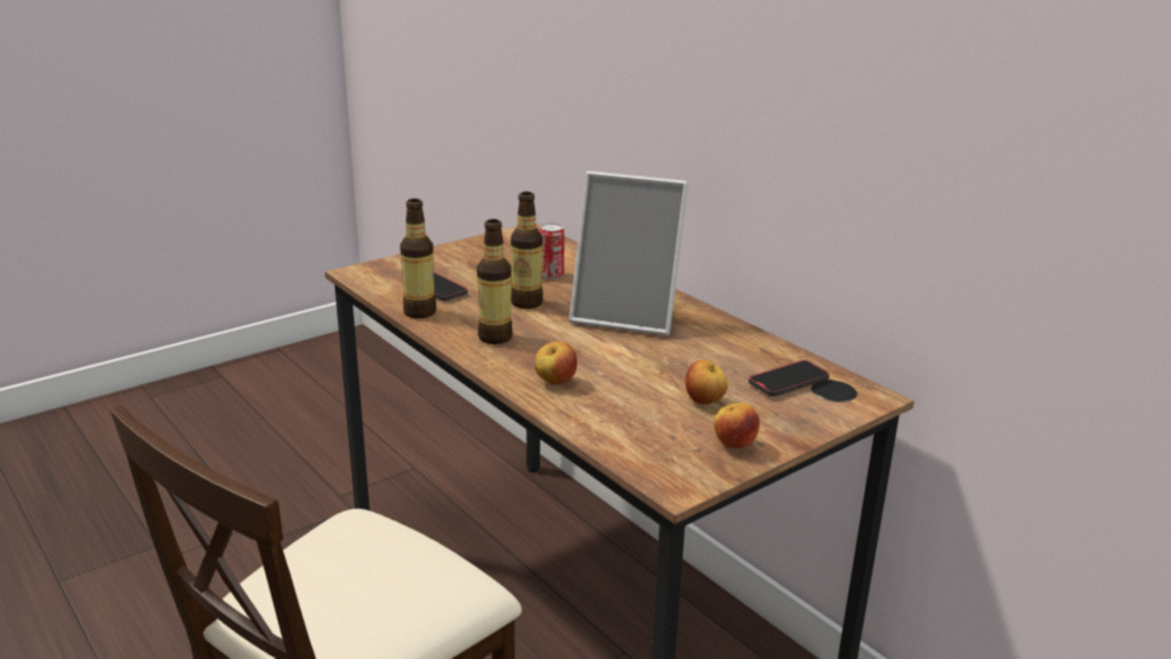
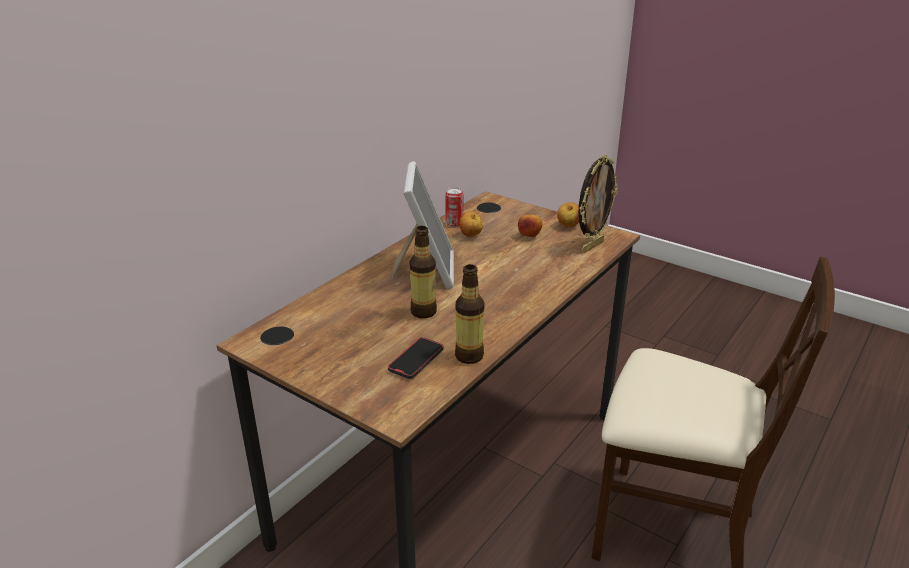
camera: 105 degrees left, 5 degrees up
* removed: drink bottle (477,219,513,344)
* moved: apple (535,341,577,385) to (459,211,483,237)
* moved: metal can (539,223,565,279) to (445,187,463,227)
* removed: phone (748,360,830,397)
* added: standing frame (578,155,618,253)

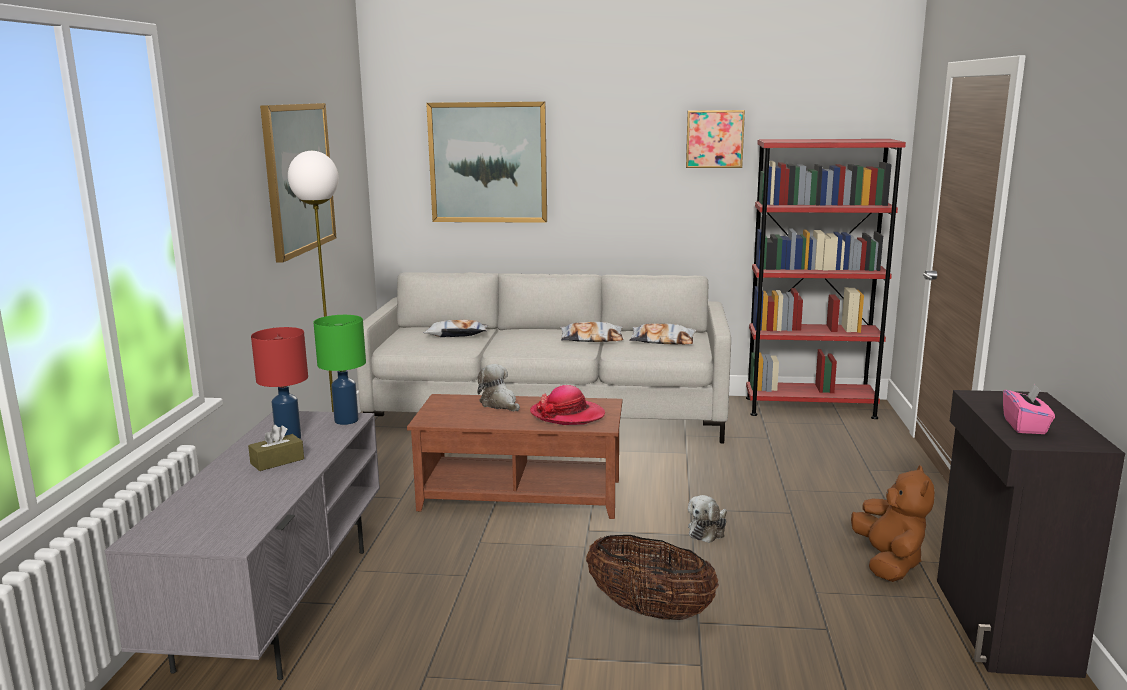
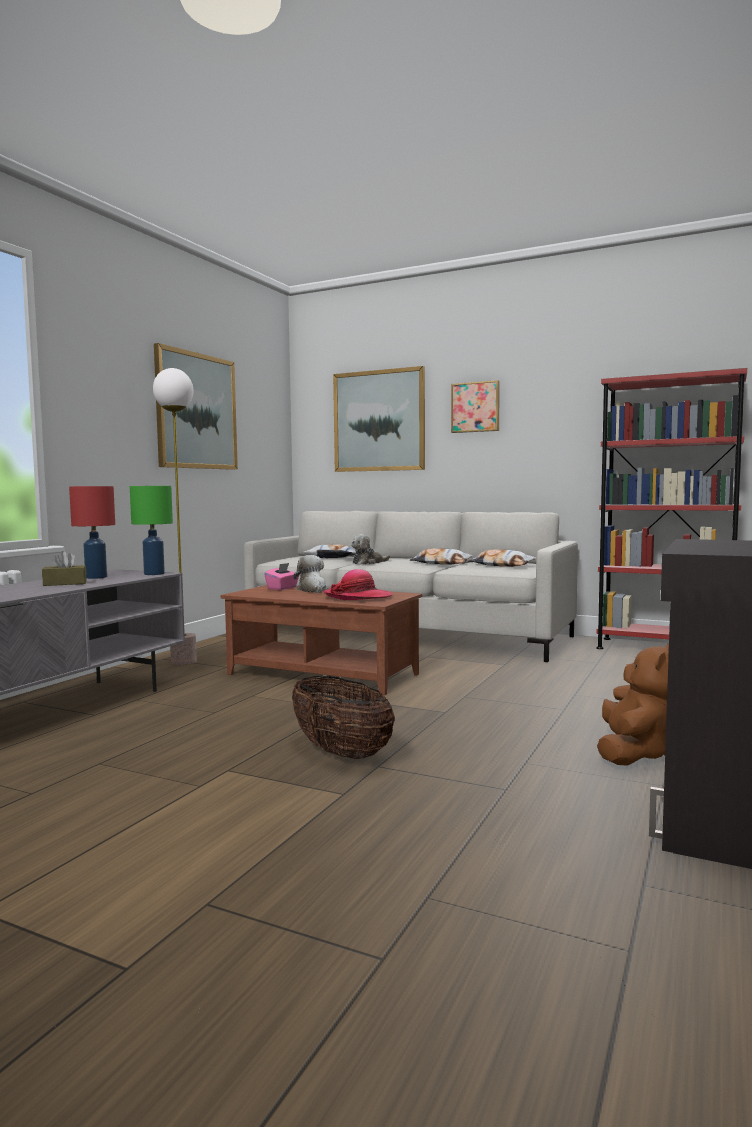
camera: 20 degrees right, 10 degrees down
* moved: wall art (686,110,745,168) to (451,380,500,433)
* moved: soft toy (688,495,727,543) to (351,534,390,565)
* moved: pink tissue holder (1003,383,1055,434) to (264,563,299,590)

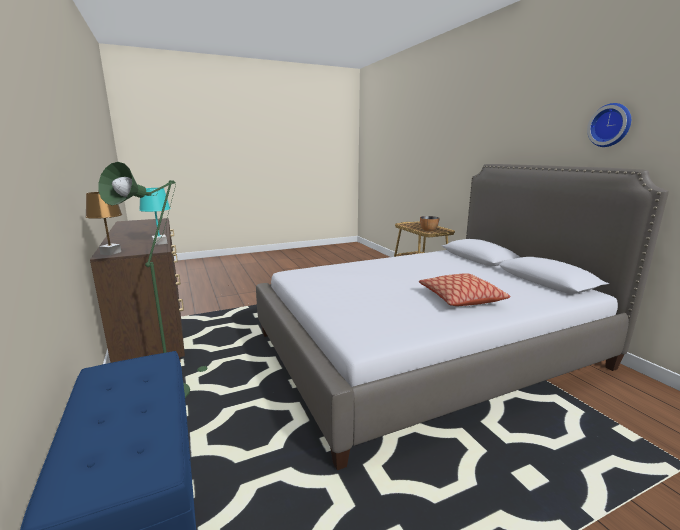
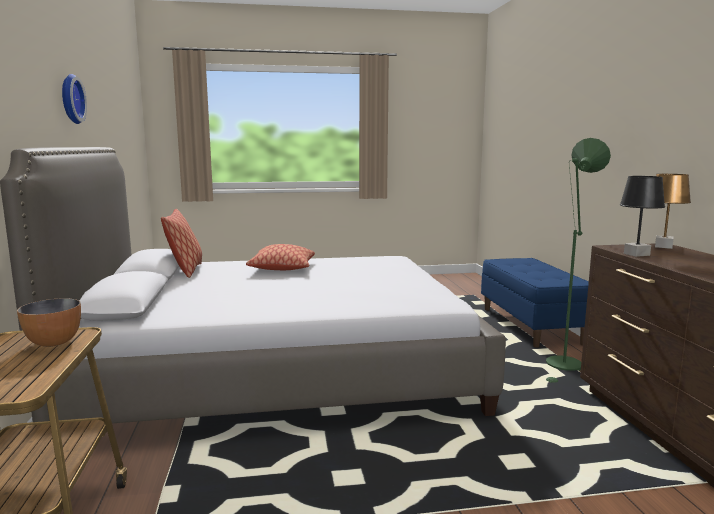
camera: 165 degrees left, 5 degrees down
* recoloured: blue-green tabletop lamp (139,188,171,245) to blackish tabletop lamp (620,176,665,257)
* added: pillow (161,209,202,278)

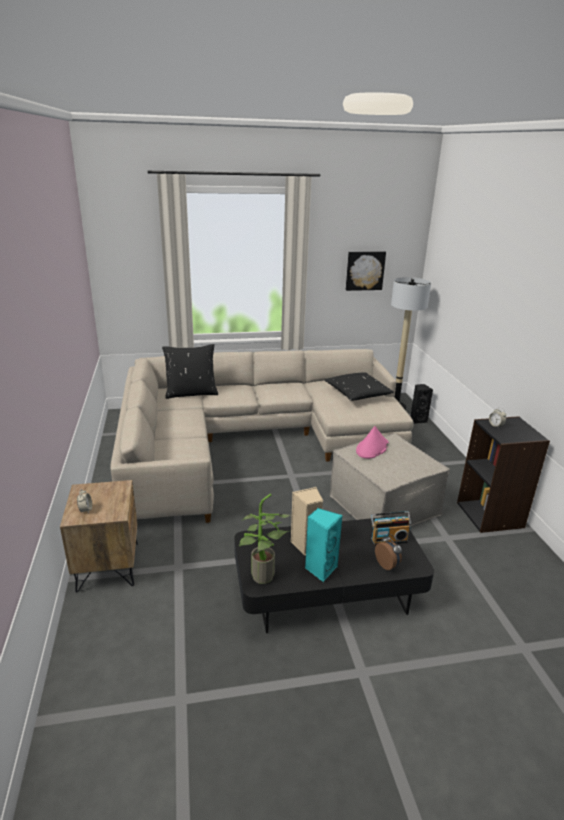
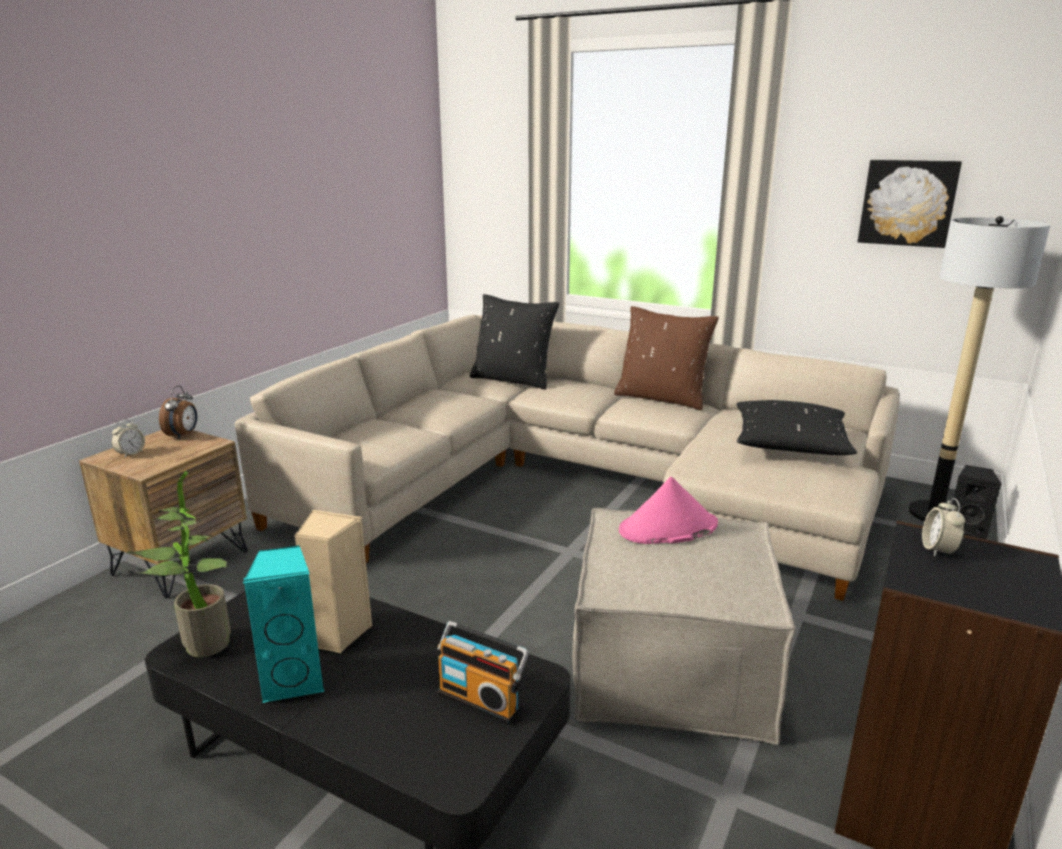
camera: 40 degrees right, 5 degrees down
* moved: table clock (375,534,402,570) to (159,386,197,439)
* added: brownish pillow (614,306,719,410)

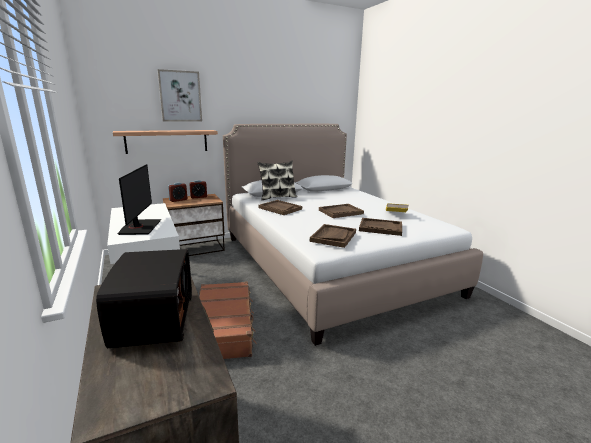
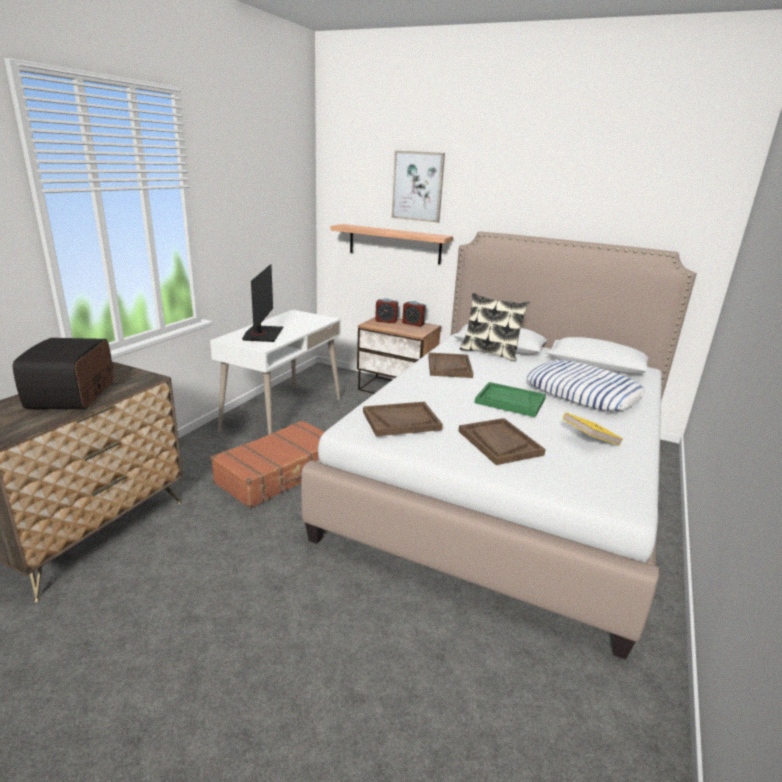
camera: 50 degrees right, 5 degrees up
* turned: radio set (96,249,192,348) = (13,338,113,409) 135 degrees clockwise
* turned: computer screen (117,164,161,235) = (242,264,283,342) 45 degrees counterclockwise
* recoloured: brownish carrying tray (319,204,364,218) to green carrying tray (475,382,546,417)
* added: pillow (526,360,645,411)

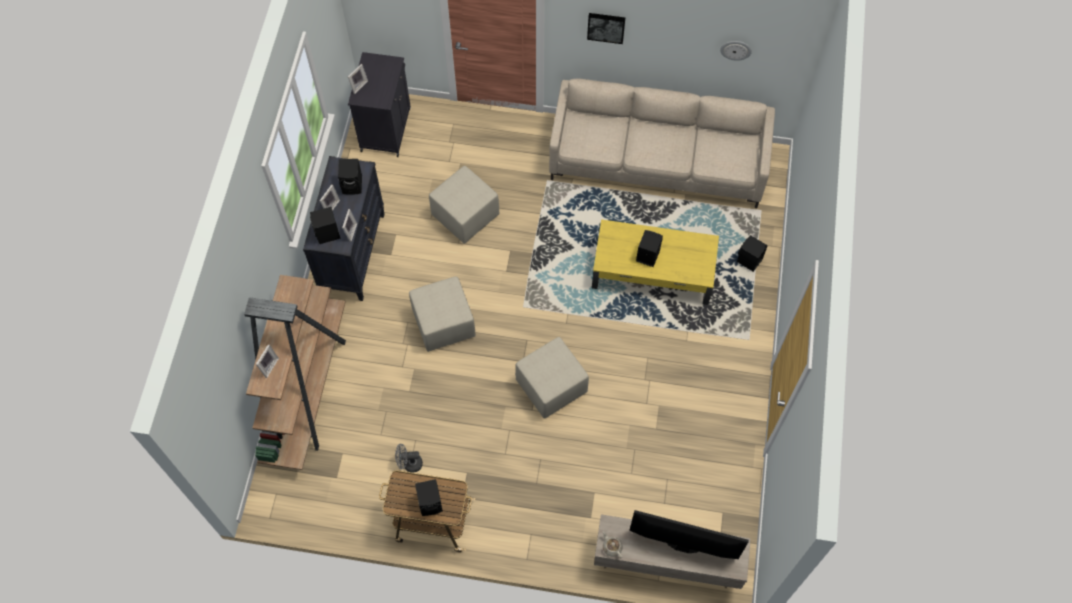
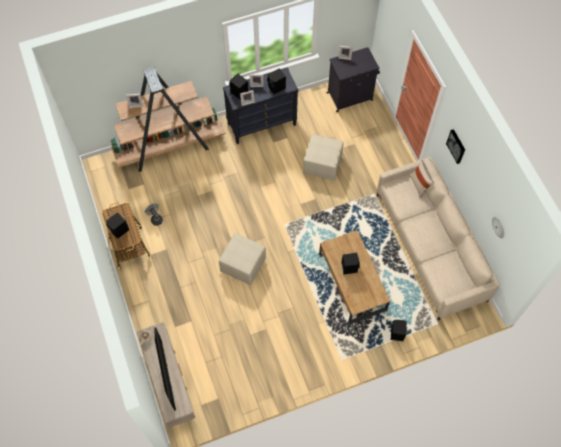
camera: 60 degrees right, 0 degrees up
* removed: beige-coloured footrest (409,277,476,352)
* recoloured: yellowish low table (592,219,719,305) to brownish low table (319,230,390,324)
* added: beige-coloured pillow (409,160,434,198)

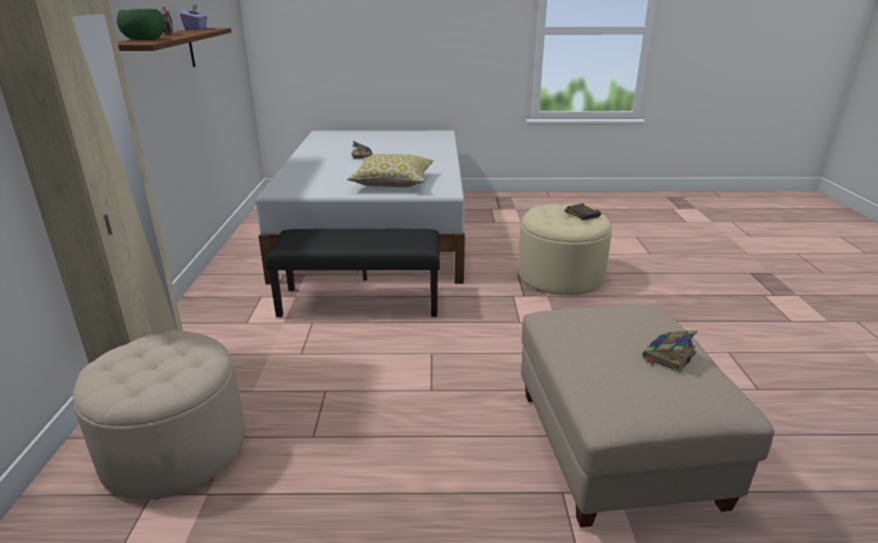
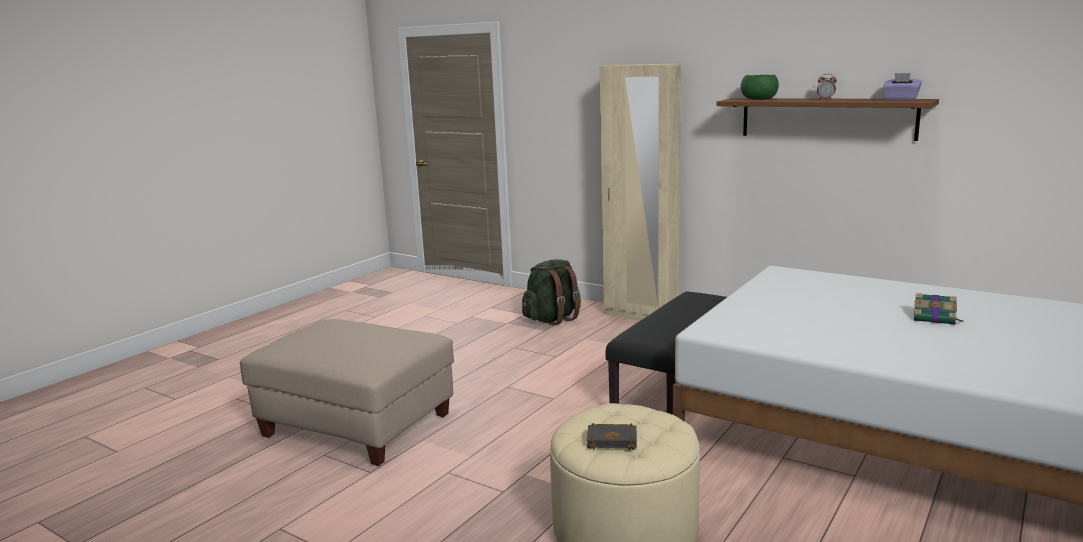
camera: 125 degrees right, 10 degrees down
* replaced: beige-coloured footrest (73,330,245,500) to green rucksack (522,259,581,326)
* removed: pillow (347,154,433,187)
* removed: volume (643,330,698,373)

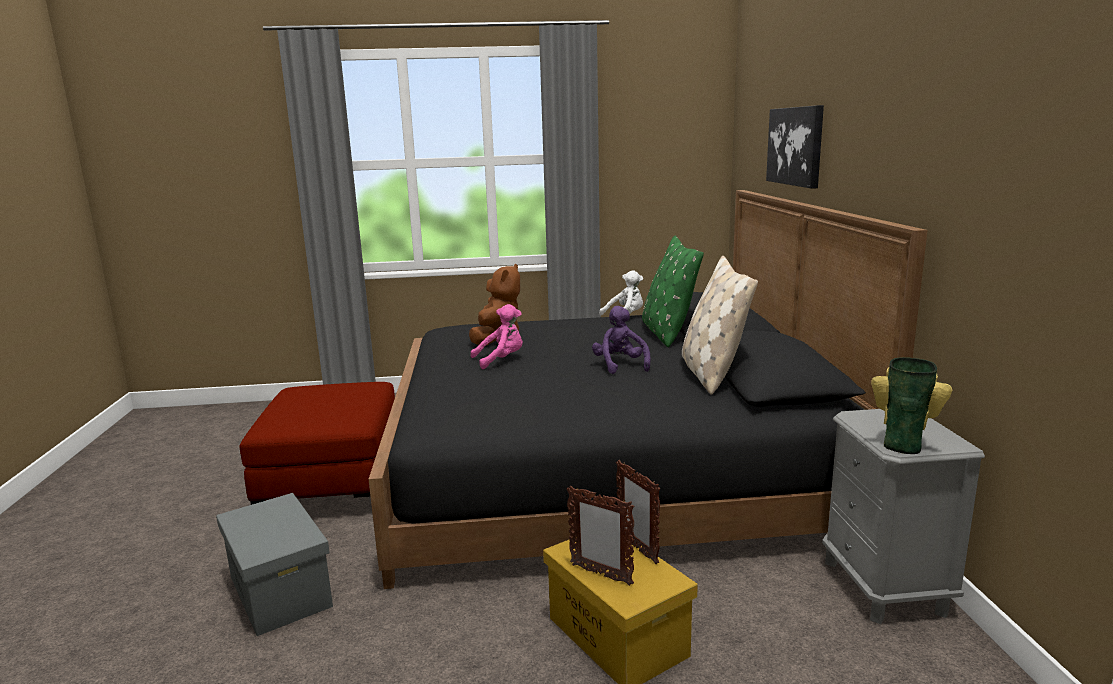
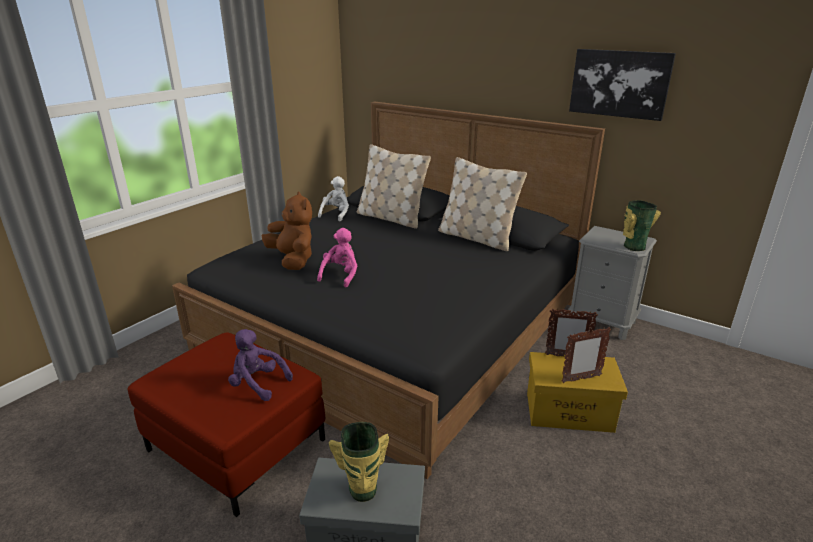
camera: 50 degrees left, 10 degrees up
* moved: purplish soft toy (592,306,651,374) to (228,329,293,401)
* recoloured: green pillow (642,235,704,347) to beige-coloured pillow (357,144,431,229)
* moved: wall art (766,105,824,189) to (569,49,676,121)
* added: vase (329,422,389,502)

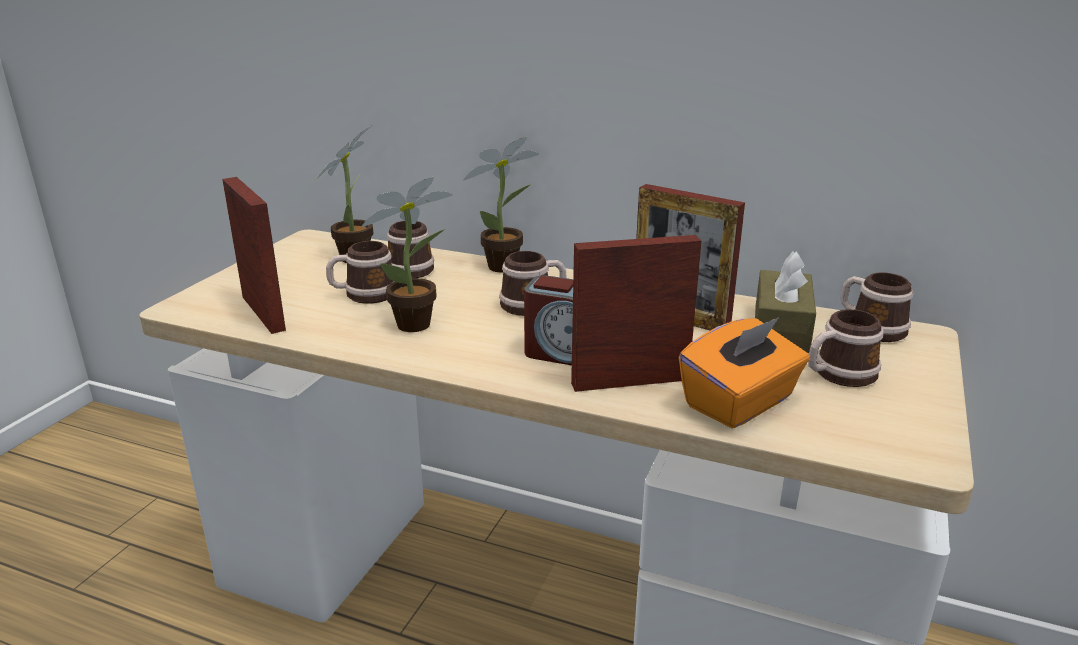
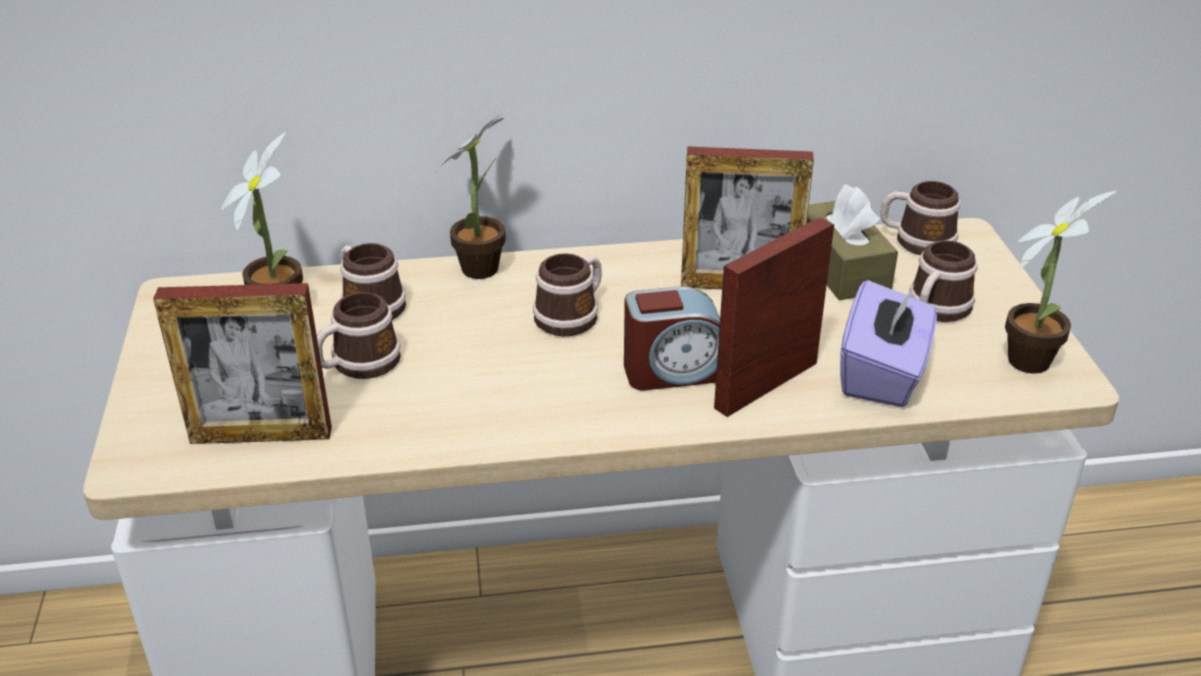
camera: 30 degrees left, 10 degrees up
* turned: standing frame (222,177,286,334) = (153,283,332,444) 150 degrees clockwise
* moved: potted plant (362,177,453,332) to (1005,191,1117,374)
* recoloured: orangey tissue holder (679,317,810,428) to purplish tissue holder (840,280,937,407)

